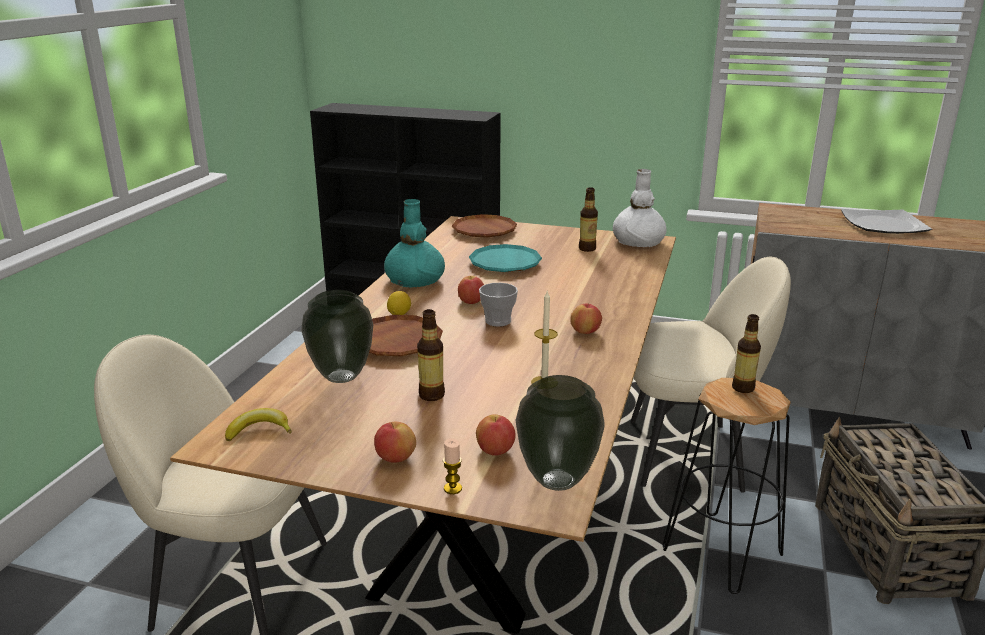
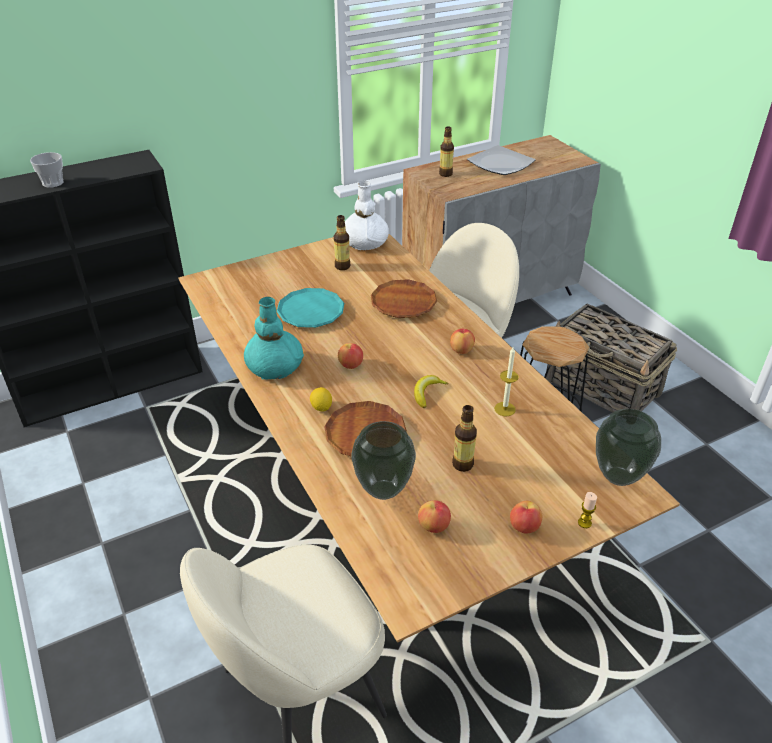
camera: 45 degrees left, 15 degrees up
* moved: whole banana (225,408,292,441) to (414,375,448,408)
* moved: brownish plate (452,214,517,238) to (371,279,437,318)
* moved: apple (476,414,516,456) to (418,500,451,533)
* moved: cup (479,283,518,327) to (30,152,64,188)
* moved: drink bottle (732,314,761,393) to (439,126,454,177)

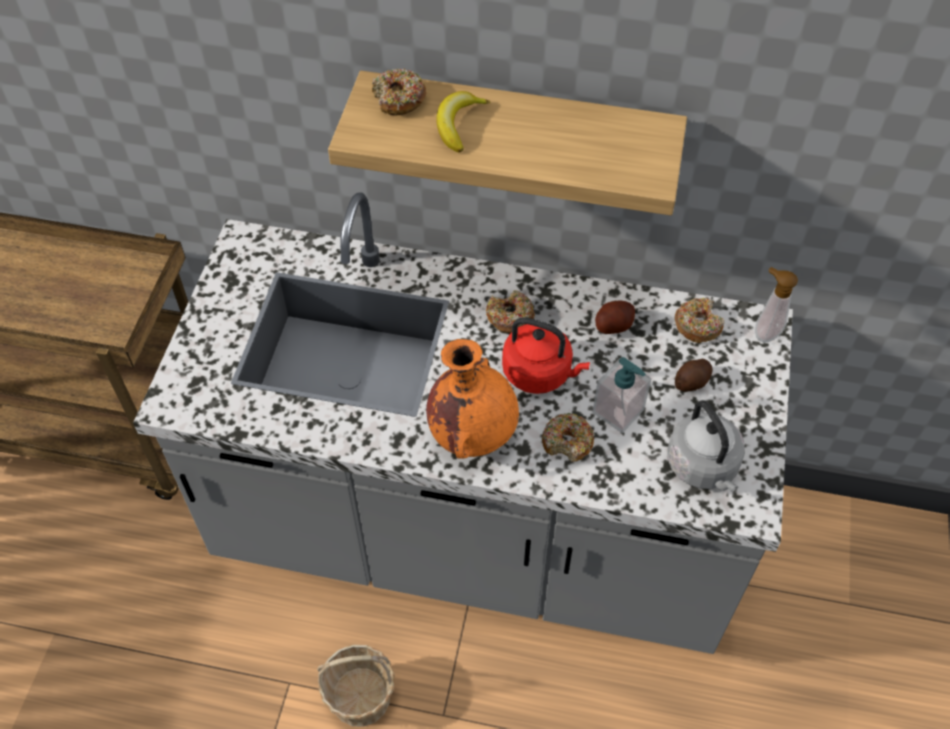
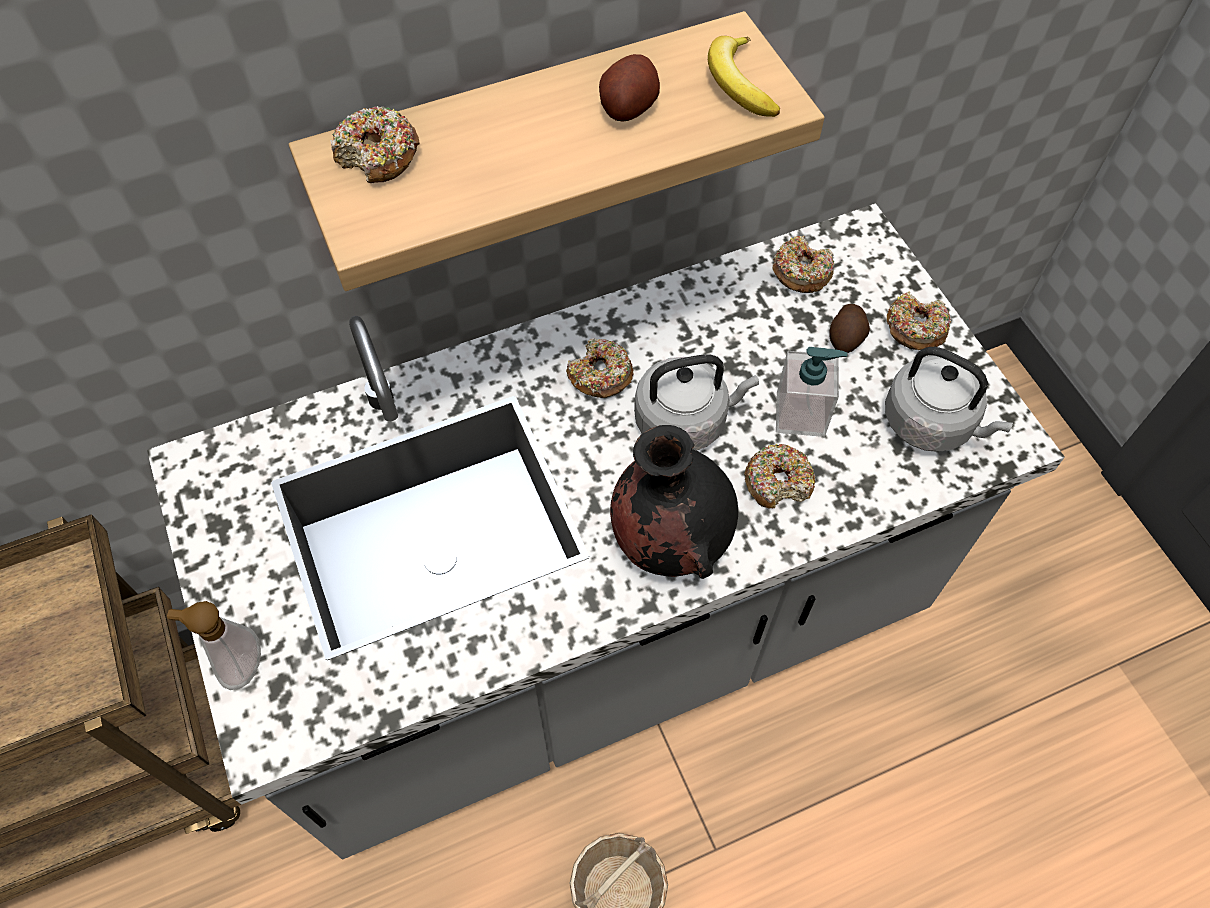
camera: 35 degrees left, 5 degrees up
* recoloured: orangey vase (426,339,519,458) to blackish vase (610,425,738,579)
* moved: whole banana (436,91,490,153) to (708,36,780,117)
* recoloured: red tea kettle (502,317,590,394) to gray tea kettle (634,354,759,451)
* moved: whole potato (595,300,635,334) to (599,54,660,122)
* moved: soap bottle (755,267,798,342) to (167,601,261,690)
* added: ring doughnut (887,291,951,350)

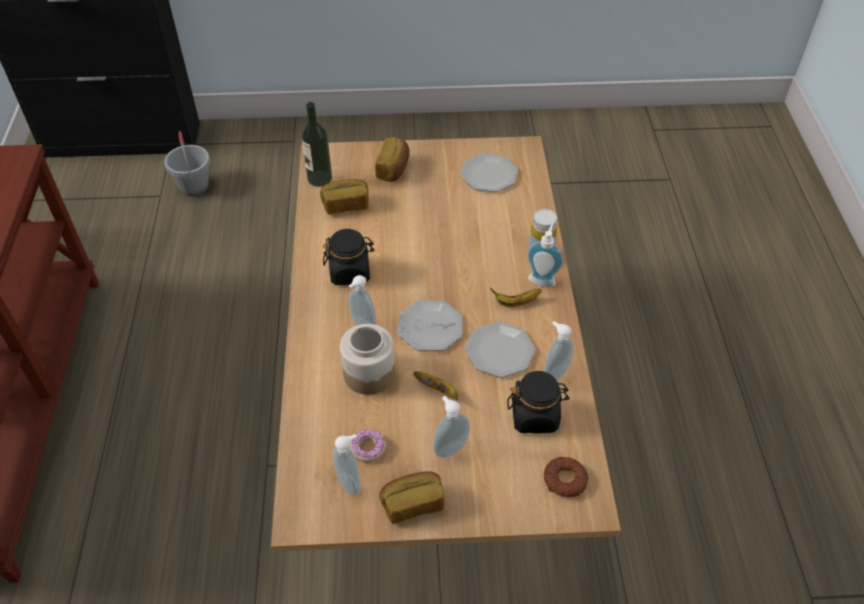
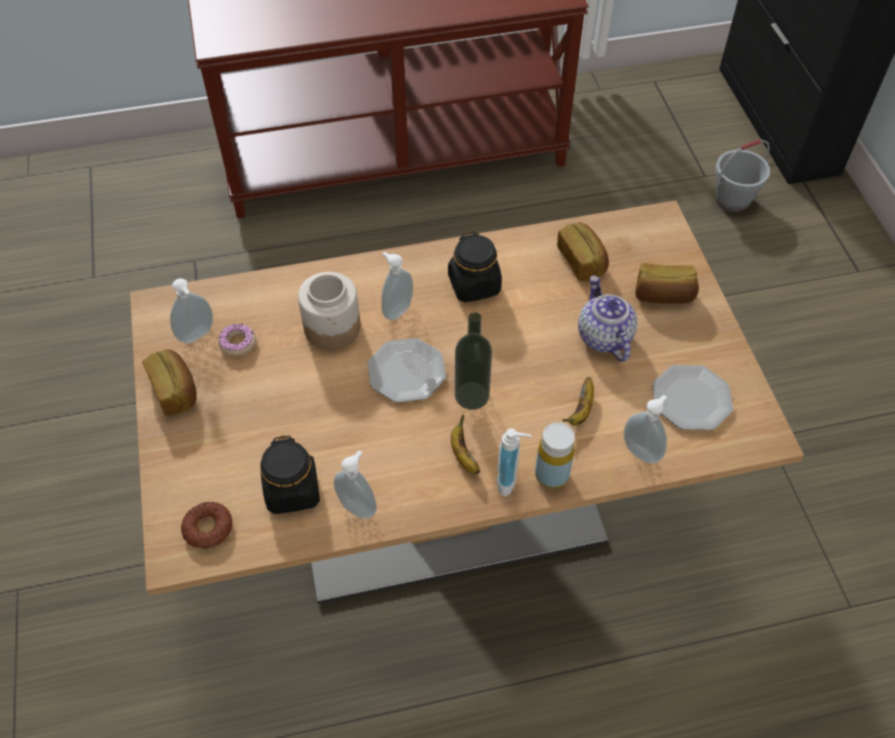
camera: 80 degrees right, 5 degrees up
* moved: drink bottle (301,102,332,187) to (455,312,492,410)
* moved: whole banana (413,371,458,400) to (563,377,594,426)
* moved: soap bottle (433,396,470,458) to (624,395,667,464)
* removed: plate (465,322,535,378)
* added: tea pot (578,276,637,362)

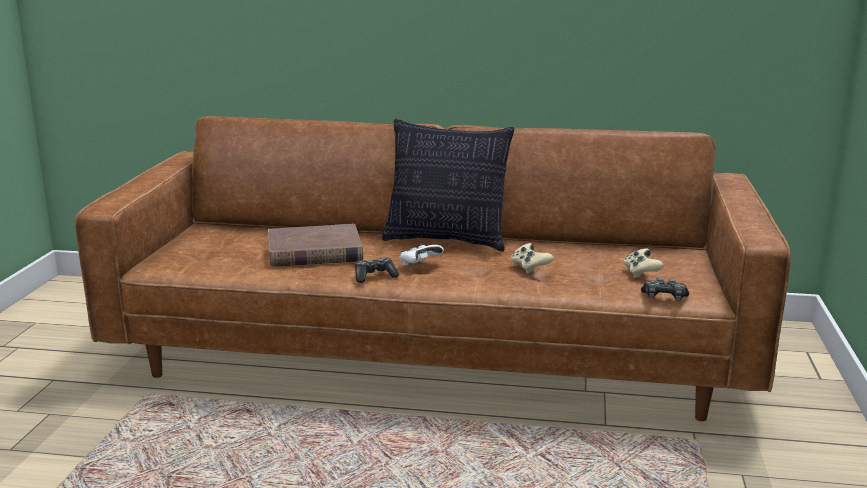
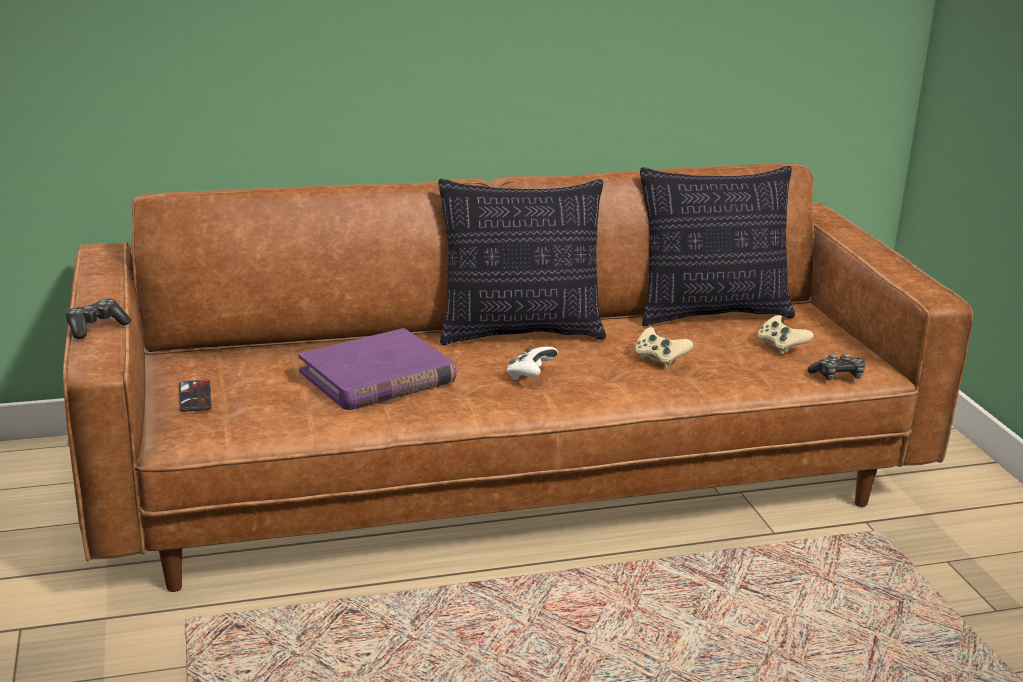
camera: 25 degrees left, 5 degrees up
* recoloured: brownish volume (268,224,363,267) to purplish volume (299,328,457,410)
* moved: game controller (355,257,399,283) to (66,299,131,339)
* added: phone (179,380,212,412)
* added: pillow (640,166,795,326)

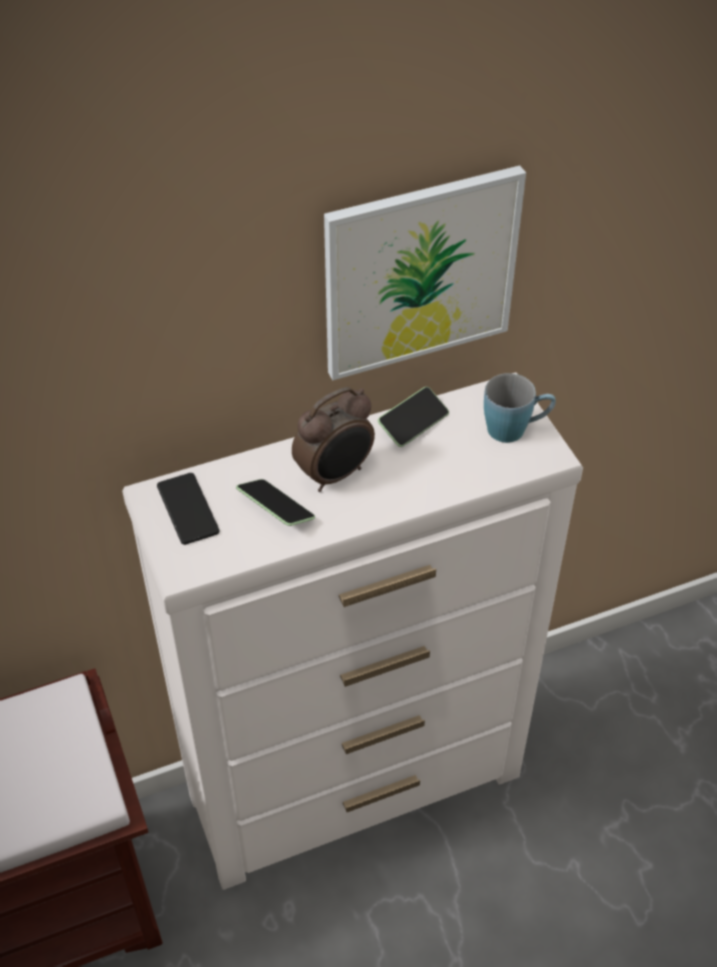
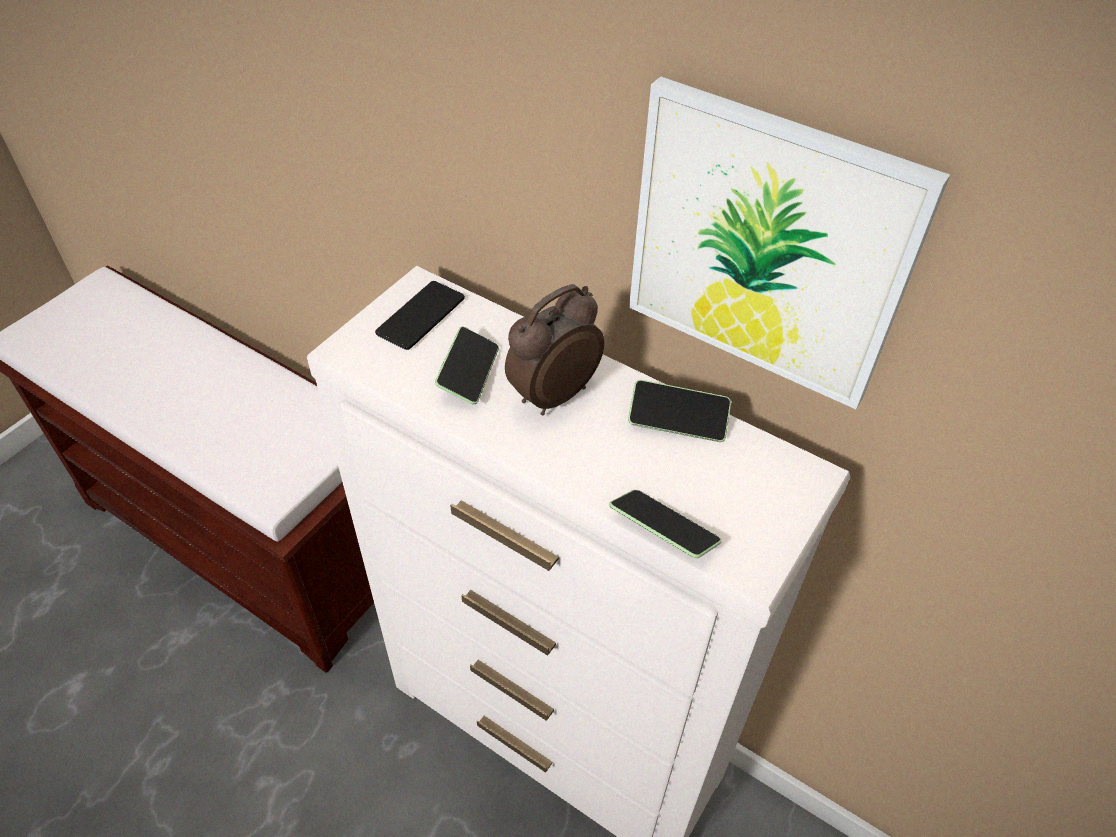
camera: 55 degrees right, 0 degrees up
* turned: table clock (292,387,375,492) = (505,284,604,415) 120 degrees clockwise
* removed: bluish coffee mug (484,373,556,443)
* added: phone (609,490,722,558)

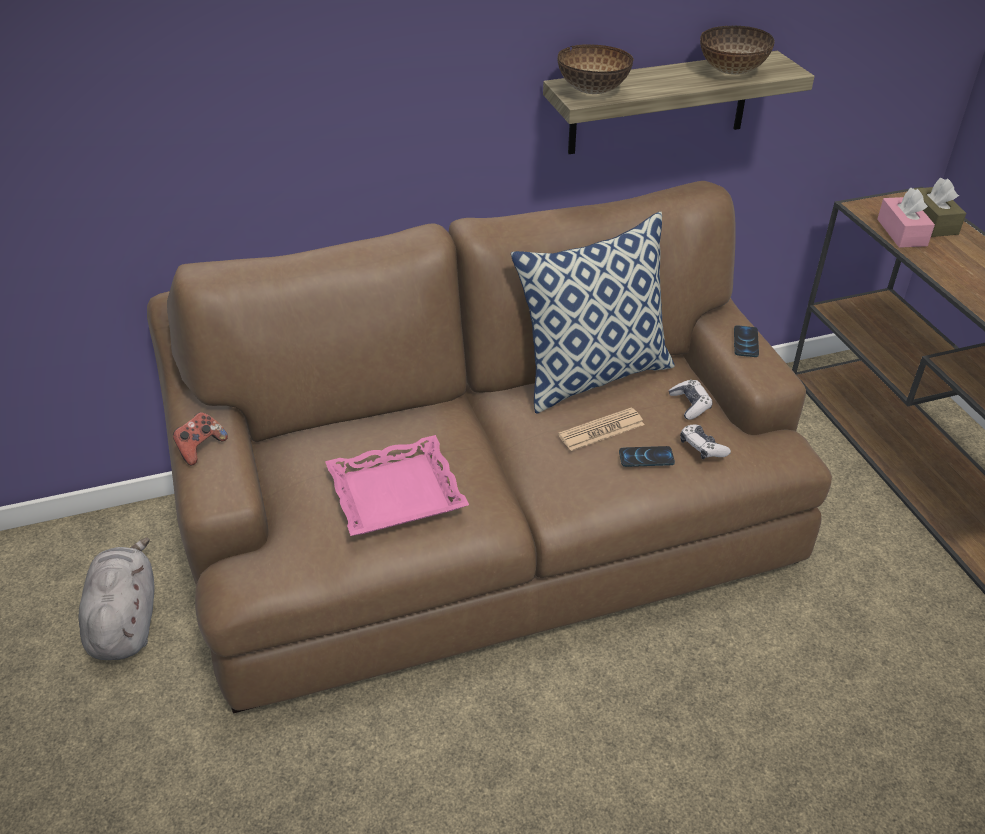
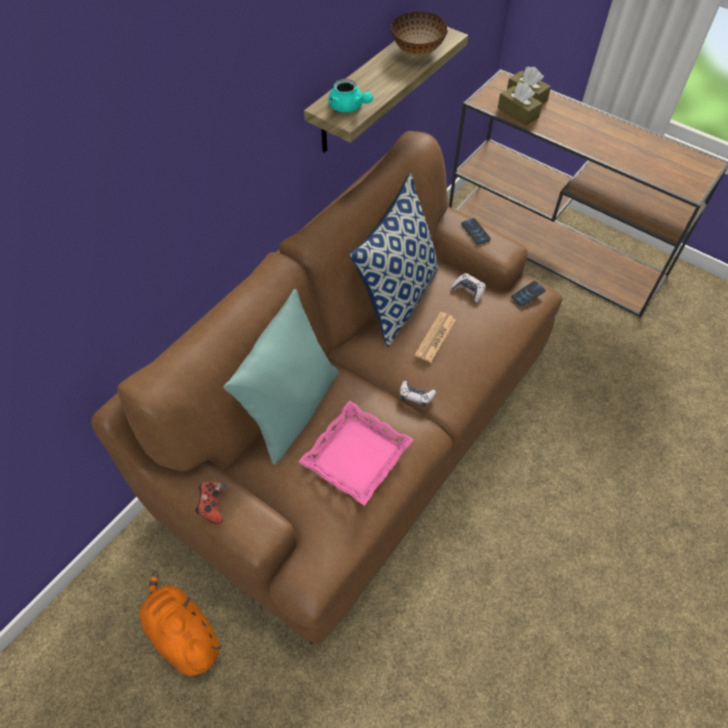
camera: 35 degrees left, 15 degrees up
* recoloured: gray soft toy (79,538,155,660) to orangey soft toy (140,571,222,676)
* replaced: serving bowl (557,44,634,94) to blue-green tea pot (328,79,373,112)
* moved: phone (619,446,675,467) to (511,281,546,306)
* moved: game controller (680,425,731,459) to (400,381,436,407)
* recoloured: pink tissue holder (877,188,935,248) to brownish tissue holder (498,82,543,126)
* added: blue-green pillow (223,289,339,465)

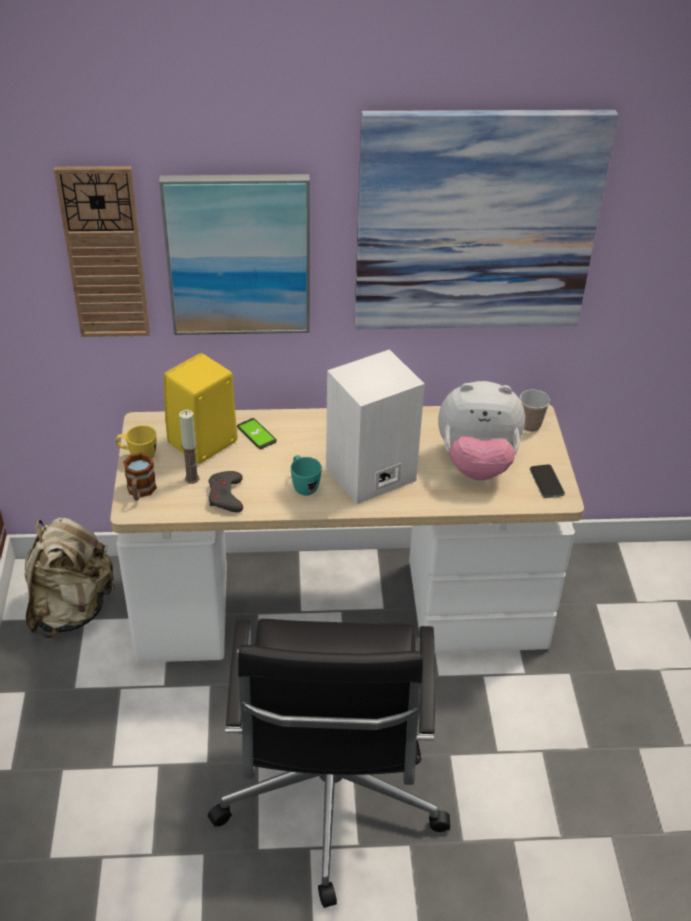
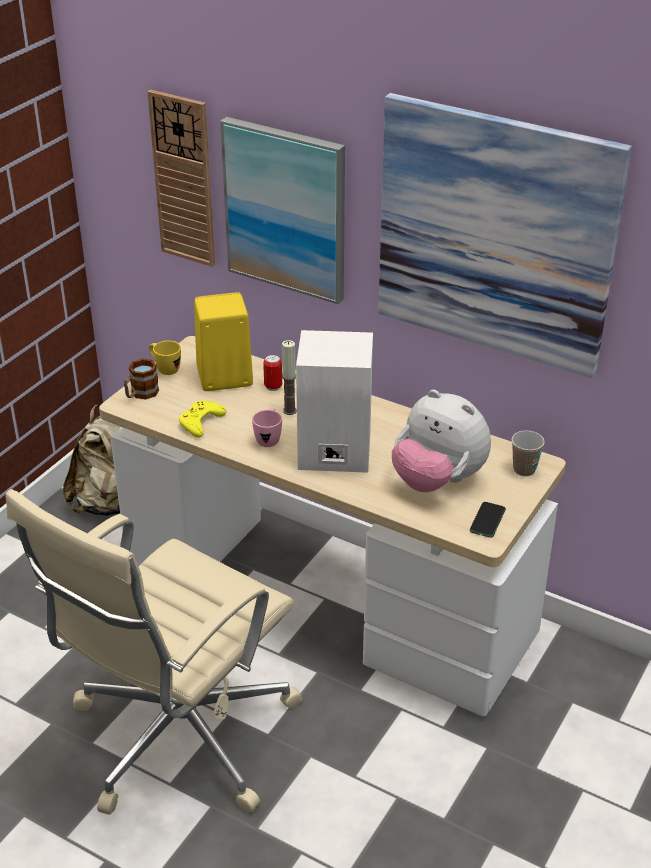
camera: 35 degrees right, 5 degrees down
* moved: wax light (179,410,199,484) to (282,340,297,415)
* recoloured: gray game controller (208,471,243,513) to yellowish game controller (179,401,226,438)
* recoloured: blackish computer chair (208,619,450,908) to beige-coloured computer chair (6,489,303,815)
* replaced: phone (237,418,277,449) to metal can (263,355,282,391)
* recoloured: blue-green coffee mug (291,455,322,496) to pink coffee mug (252,408,282,447)

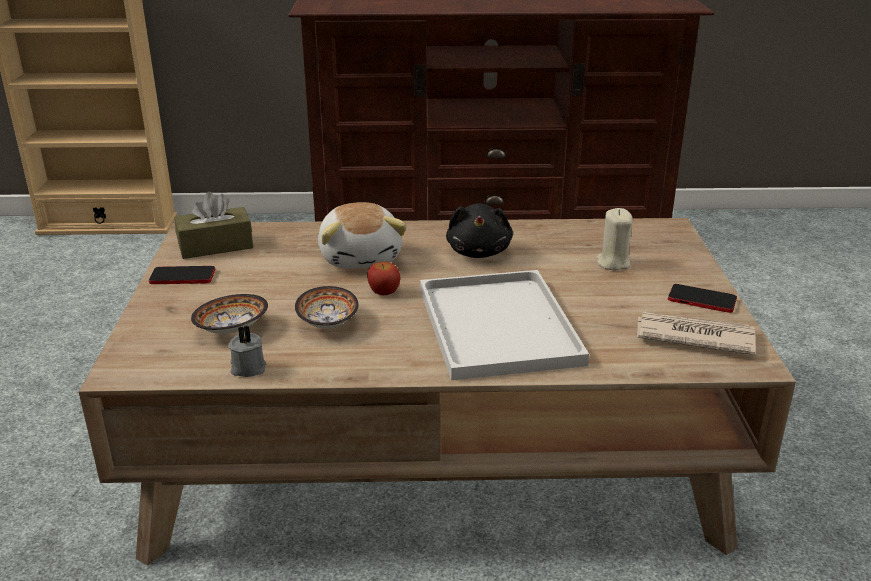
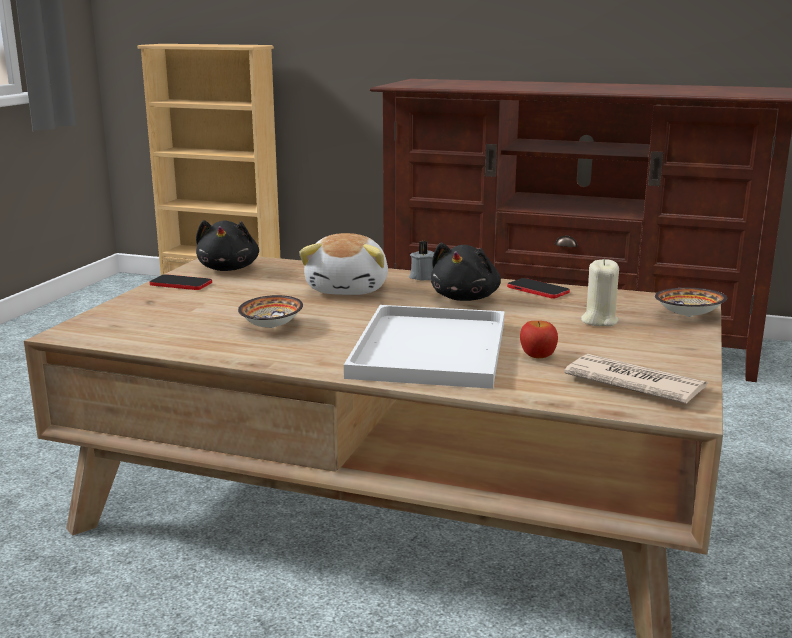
camera: 20 degrees right, 10 degrees down
* replaced: brownish tissue holder (174,192,253,259) to blackish soft toy (196,220,259,271)
* moved: serving bowl (191,294,268,334) to (655,288,727,317)
* moved: gray wax light (228,325,266,377) to (409,241,434,280)
* moved: apple (367,262,400,295) to (520,321,558,358)
* moved: phone (668,284,737,313) to (507,278,570,299)

